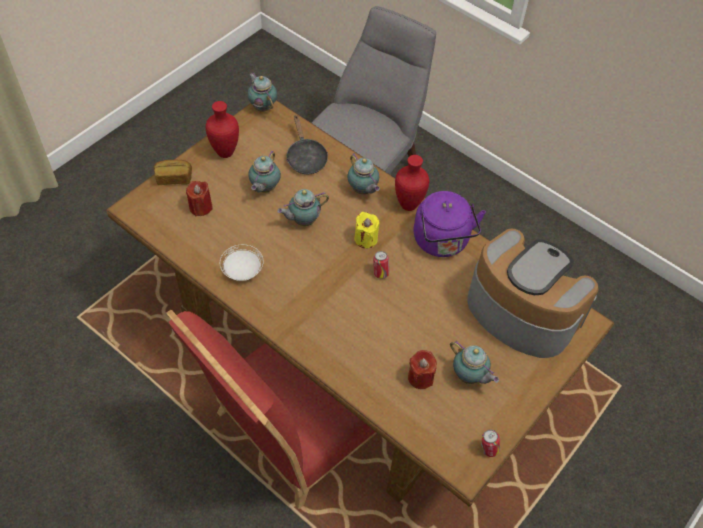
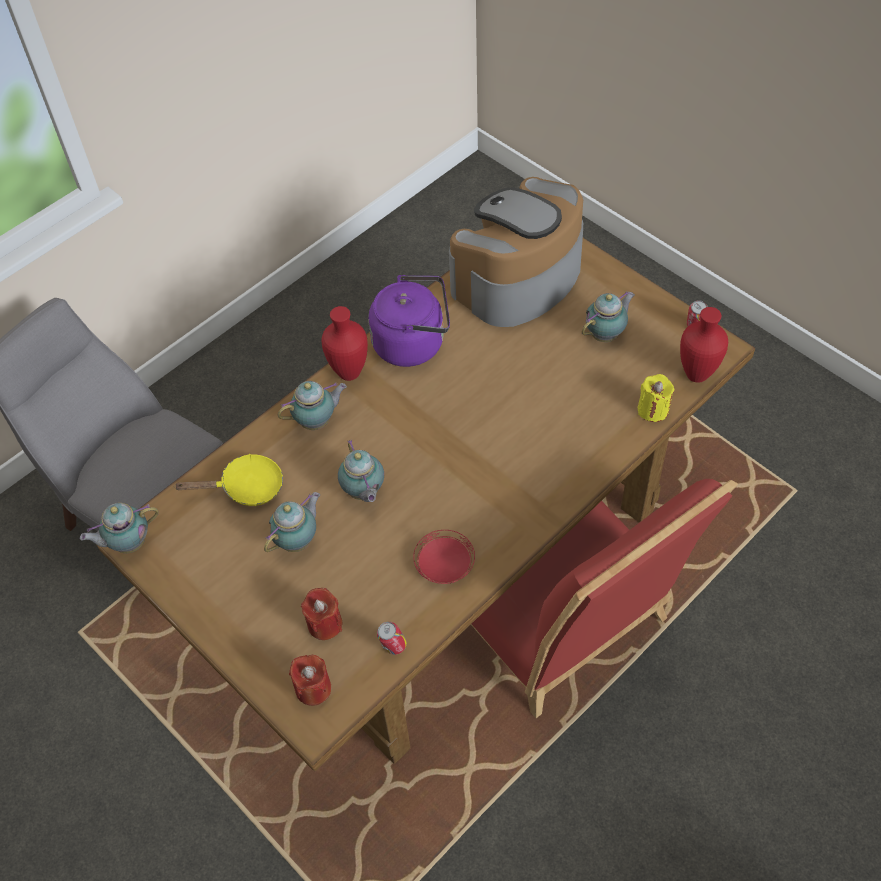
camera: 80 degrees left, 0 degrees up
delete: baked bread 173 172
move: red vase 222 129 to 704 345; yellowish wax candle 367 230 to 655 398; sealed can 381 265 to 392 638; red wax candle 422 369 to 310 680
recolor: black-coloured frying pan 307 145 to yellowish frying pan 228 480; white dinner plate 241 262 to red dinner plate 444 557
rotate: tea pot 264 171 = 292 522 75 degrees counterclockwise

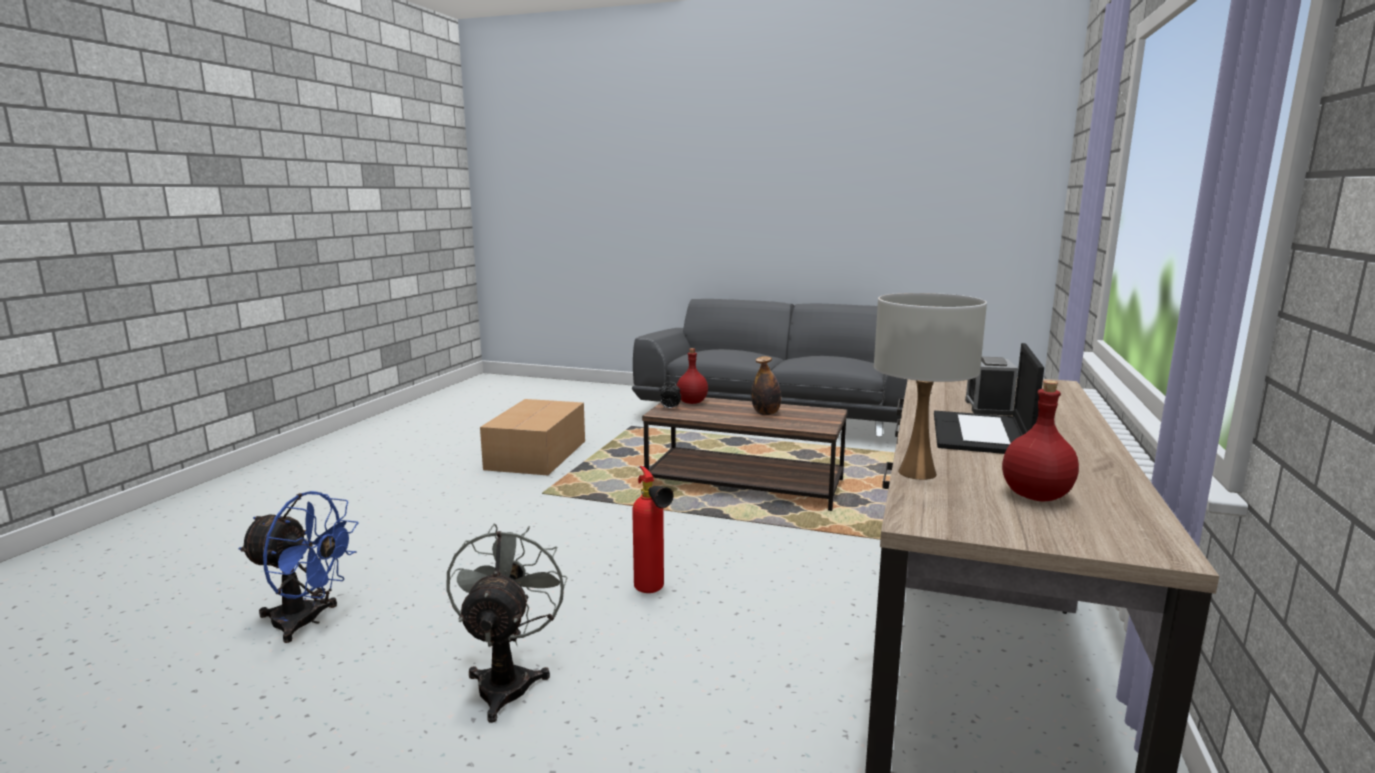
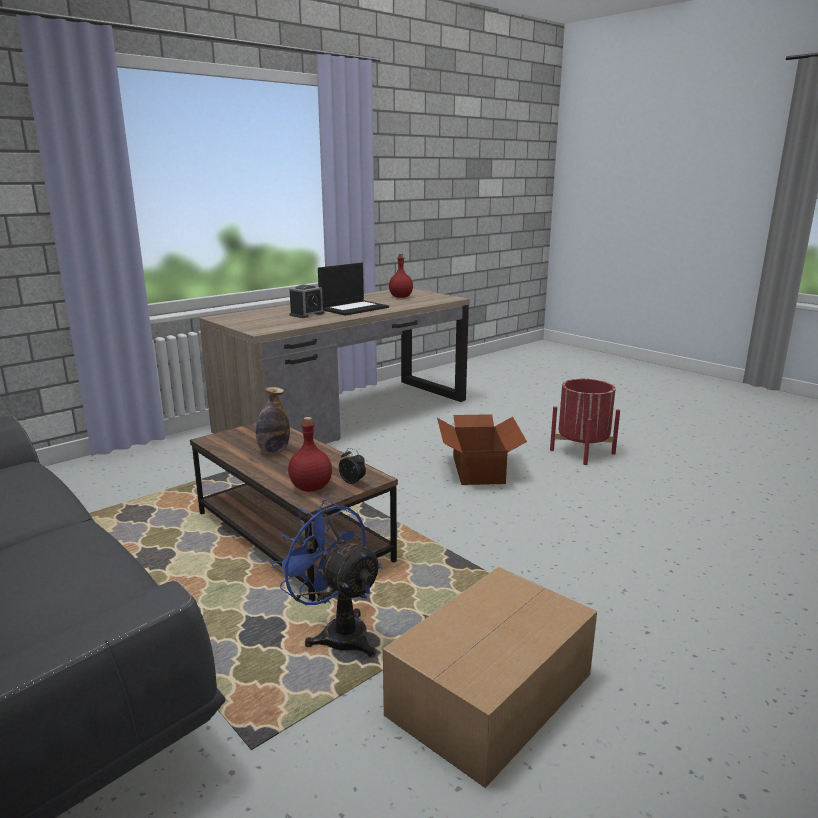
camera: 150 degrees left, 5 degrees up
delete: white tabletop lamp 930 386
move: blue-coloured electric fan 298 567 to 327 578
replace: extinguisher 653 529 to packing box 482 449; gray electric fan 506 623 to red planter 585 422

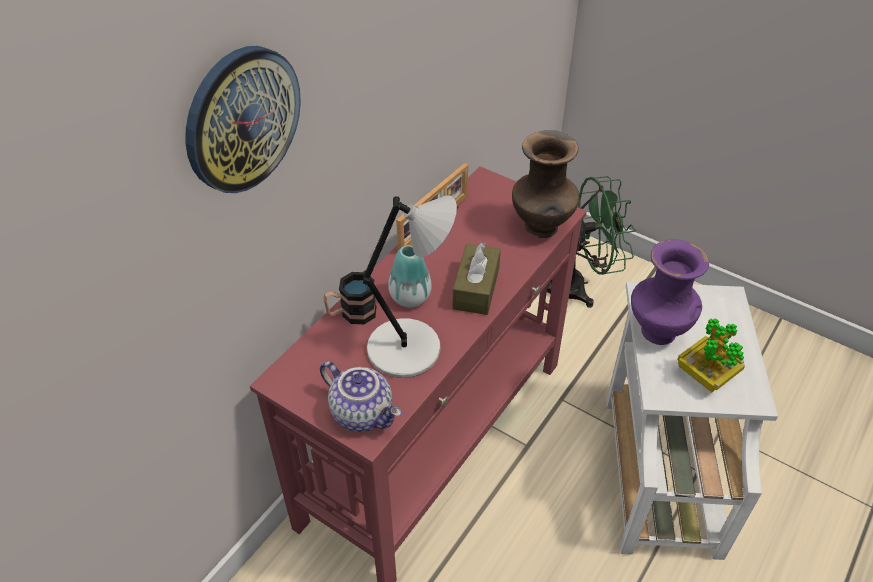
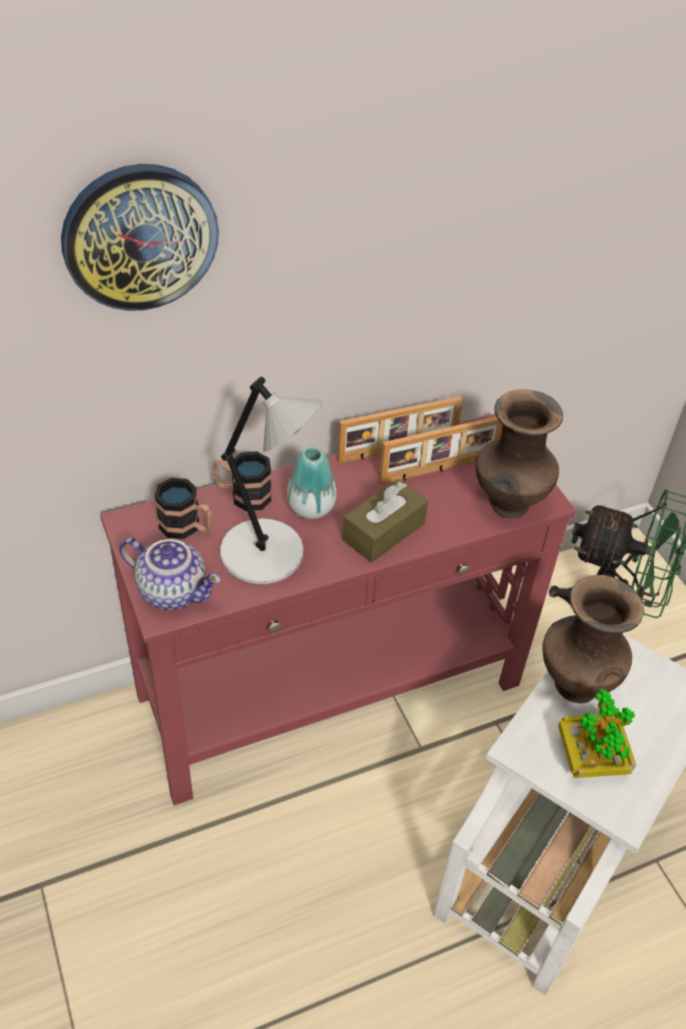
camera: 30 degrees right, 0 degrees up
insert: picture frame 441 450; coffee mug 183 508
recolor: purple-coloured vase 670 292 to brown vase 593 639
rotate: tea pot 360 396 = 170 574 45 degrees counterclockwise

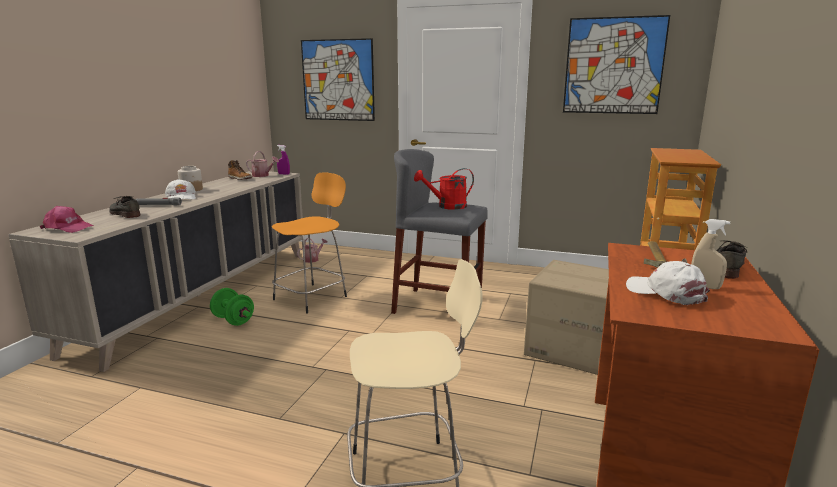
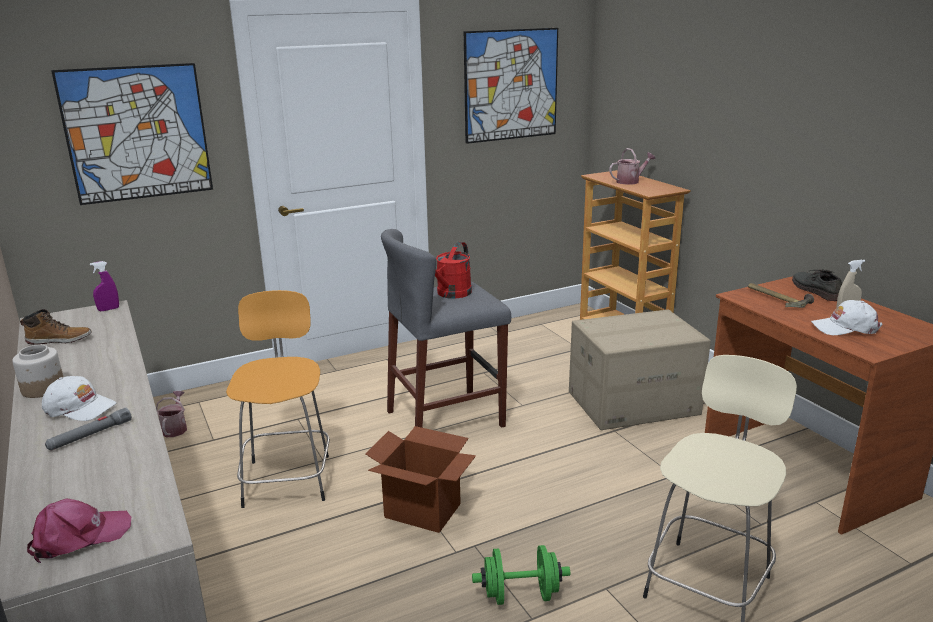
camera: 45 degrees left, 5 degrees up
delete: gray shoe 125 207
insert: packing box 420 479
move: sprinkling can 262 164 to 632 166; greenish dumbbell 232 307 to 521 575

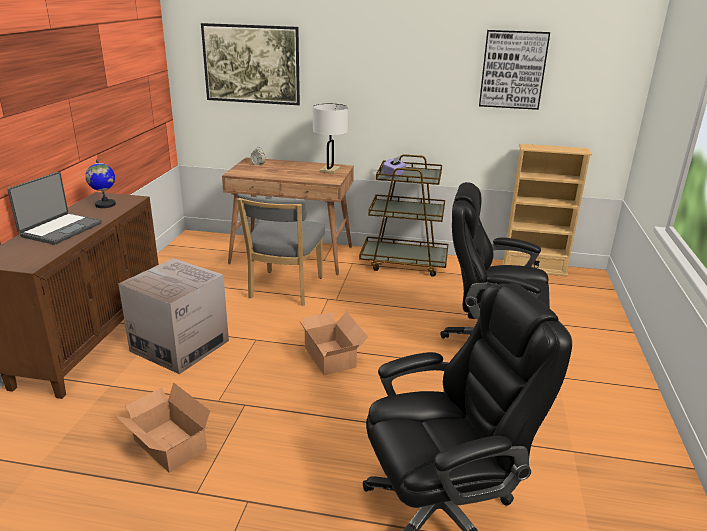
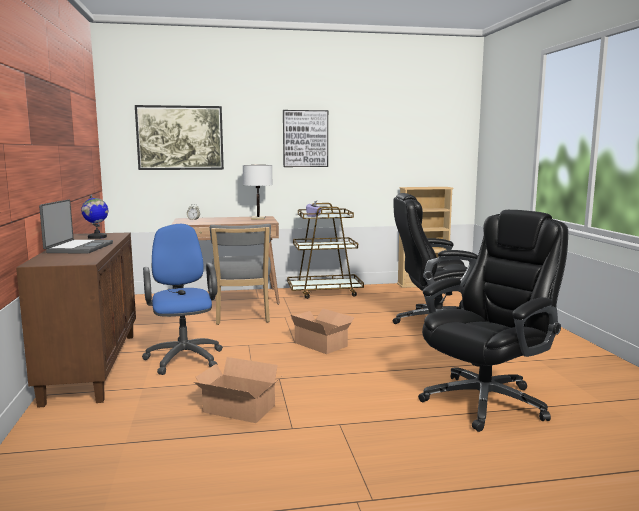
camera: 20 degrees left, 15 degrees down
move: picture 514 70 to 305 138
replace: packing box 173 316 to blue-coloured desk chair 182 299

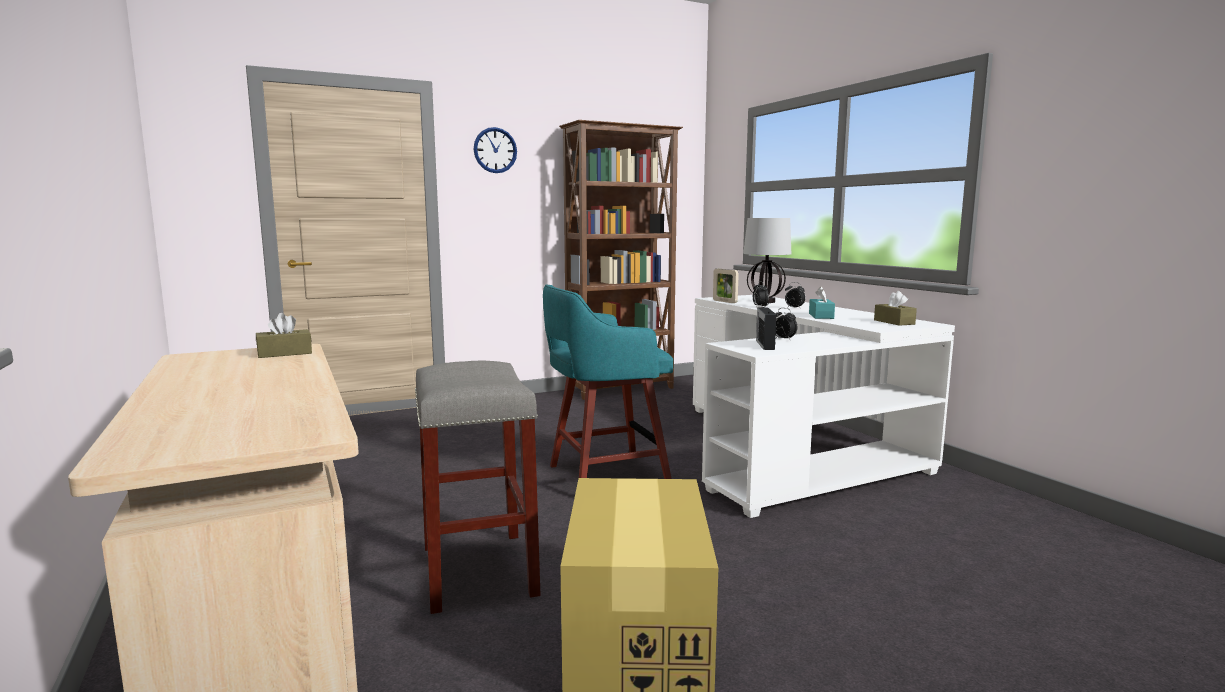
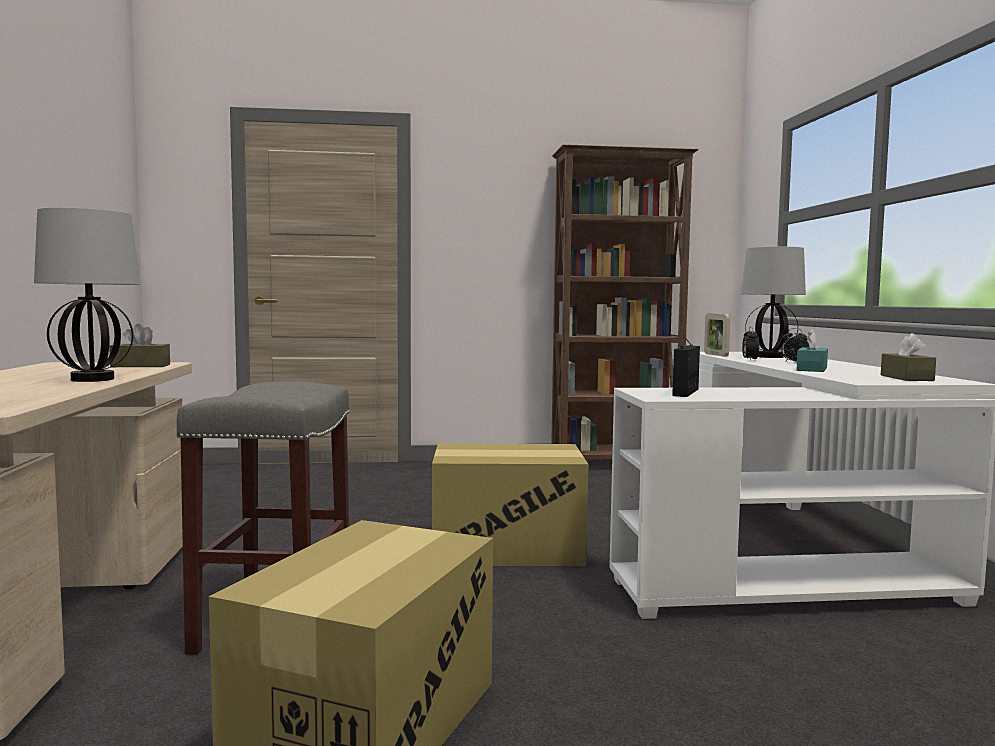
camera: 20 degrees right, 5 degrees down
delete: wall clock 495 150; table clock 786 324
insert: tabletop lamp 87 295
replace: turquoise sitting stool 608 381 to packing box 510 504

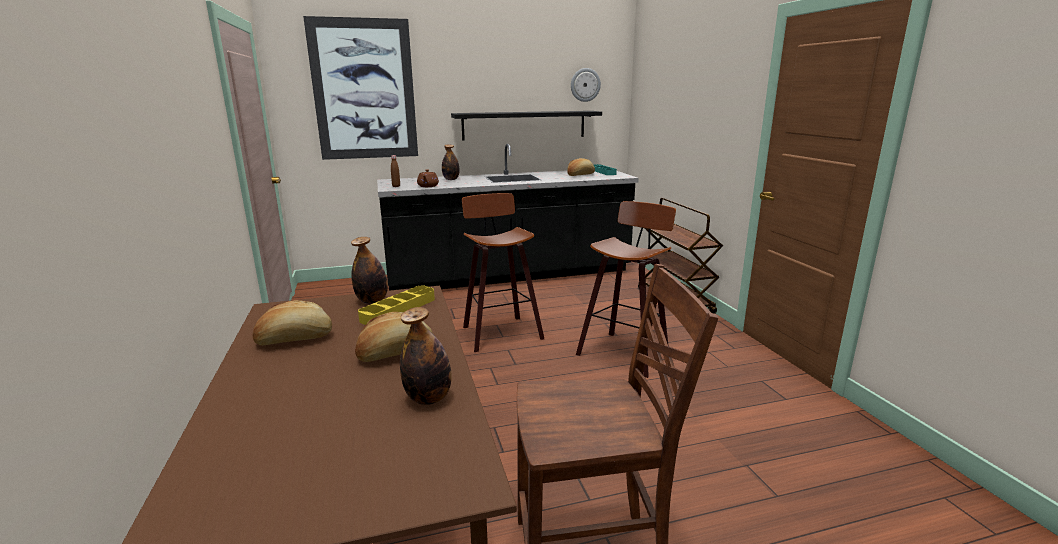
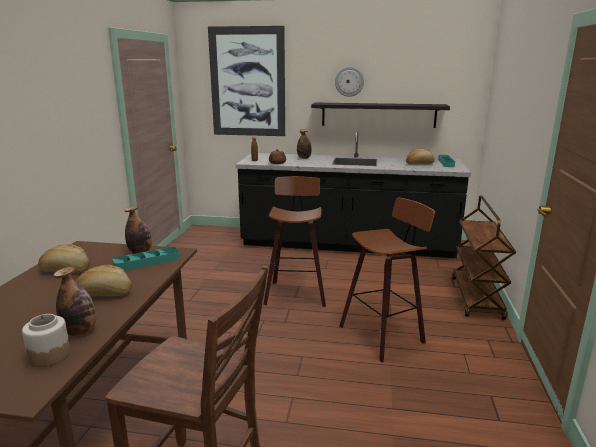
camera: 25 degrees right, 0 degrees up
insert: jar 46 340
move: wall clock 586 85 to 349 81
recolor: yellowish serving tray 396 305 to turquoise serving tray 145 259

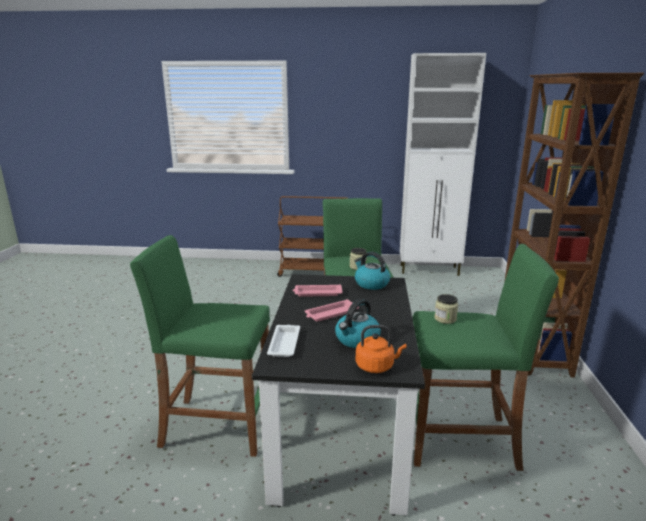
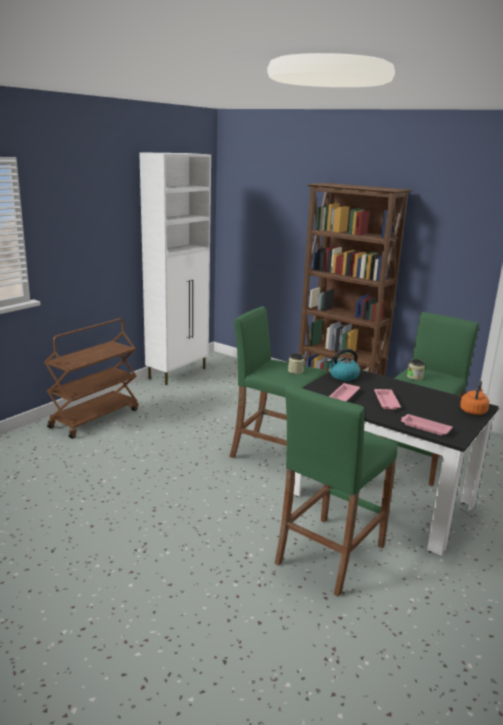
camera: 60 degrees left, 0 degrees up
delete: tea kettle 358 323
recolor: white serving tray 283 341 to pinkish serving tray 427 425

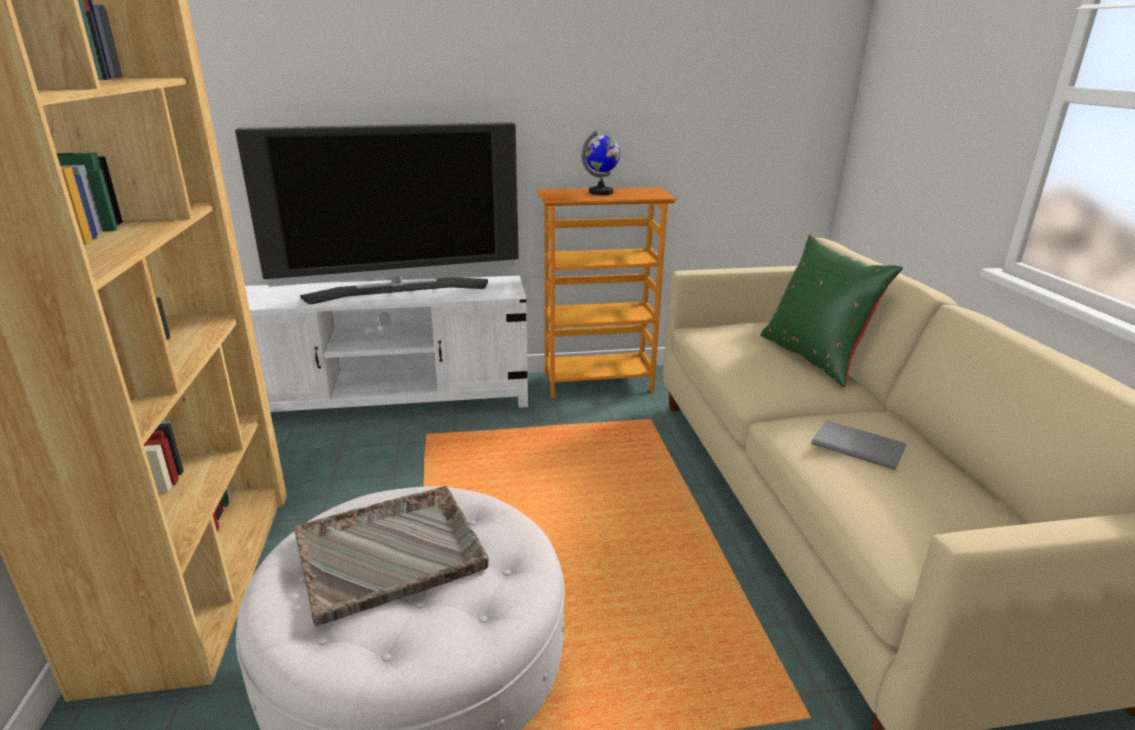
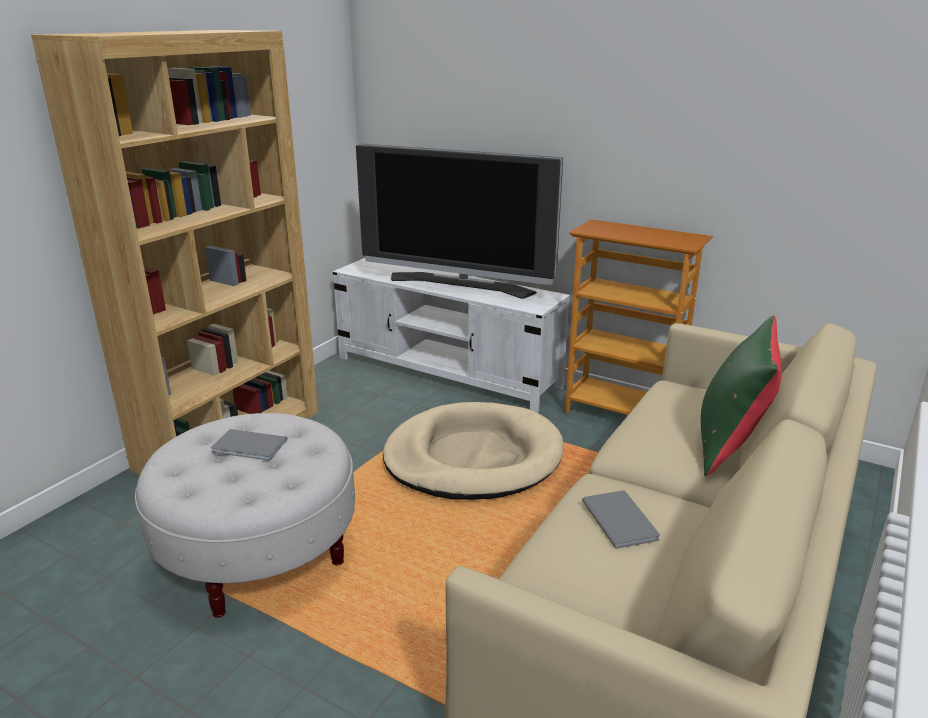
camera: 40 degrees right, 0 degrees up
delete: globe 601 163
insert: sand-coloured dog bed 473 451
replace: gray serving tray 391 556 to gray book 249 444

